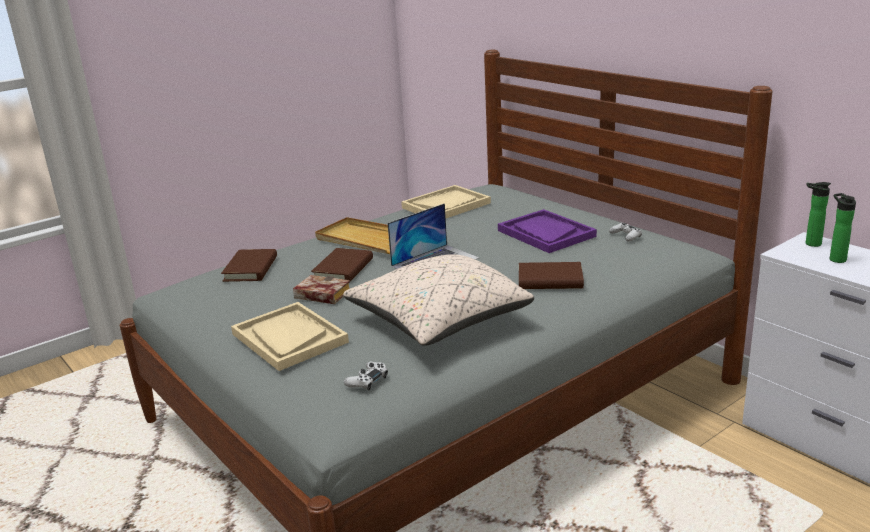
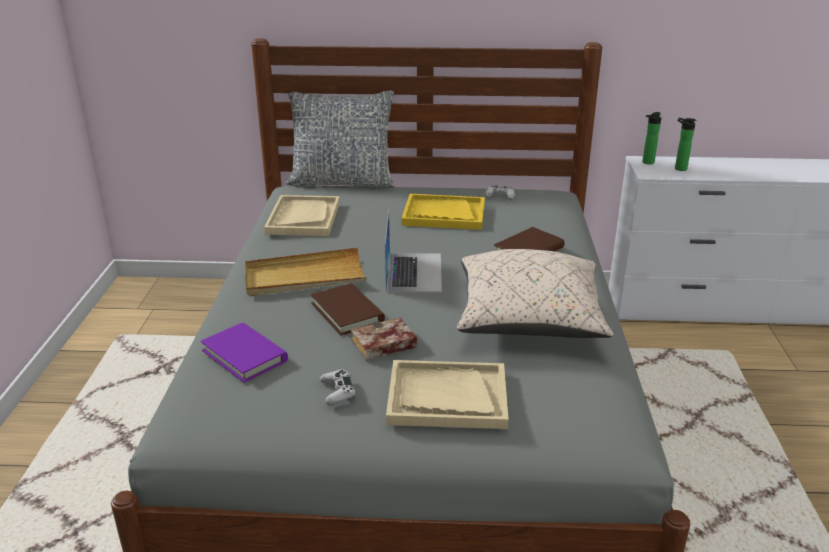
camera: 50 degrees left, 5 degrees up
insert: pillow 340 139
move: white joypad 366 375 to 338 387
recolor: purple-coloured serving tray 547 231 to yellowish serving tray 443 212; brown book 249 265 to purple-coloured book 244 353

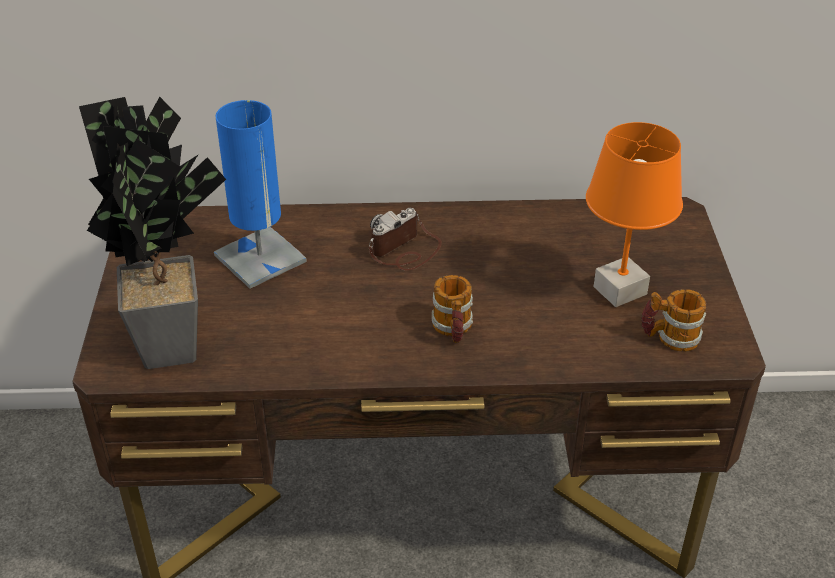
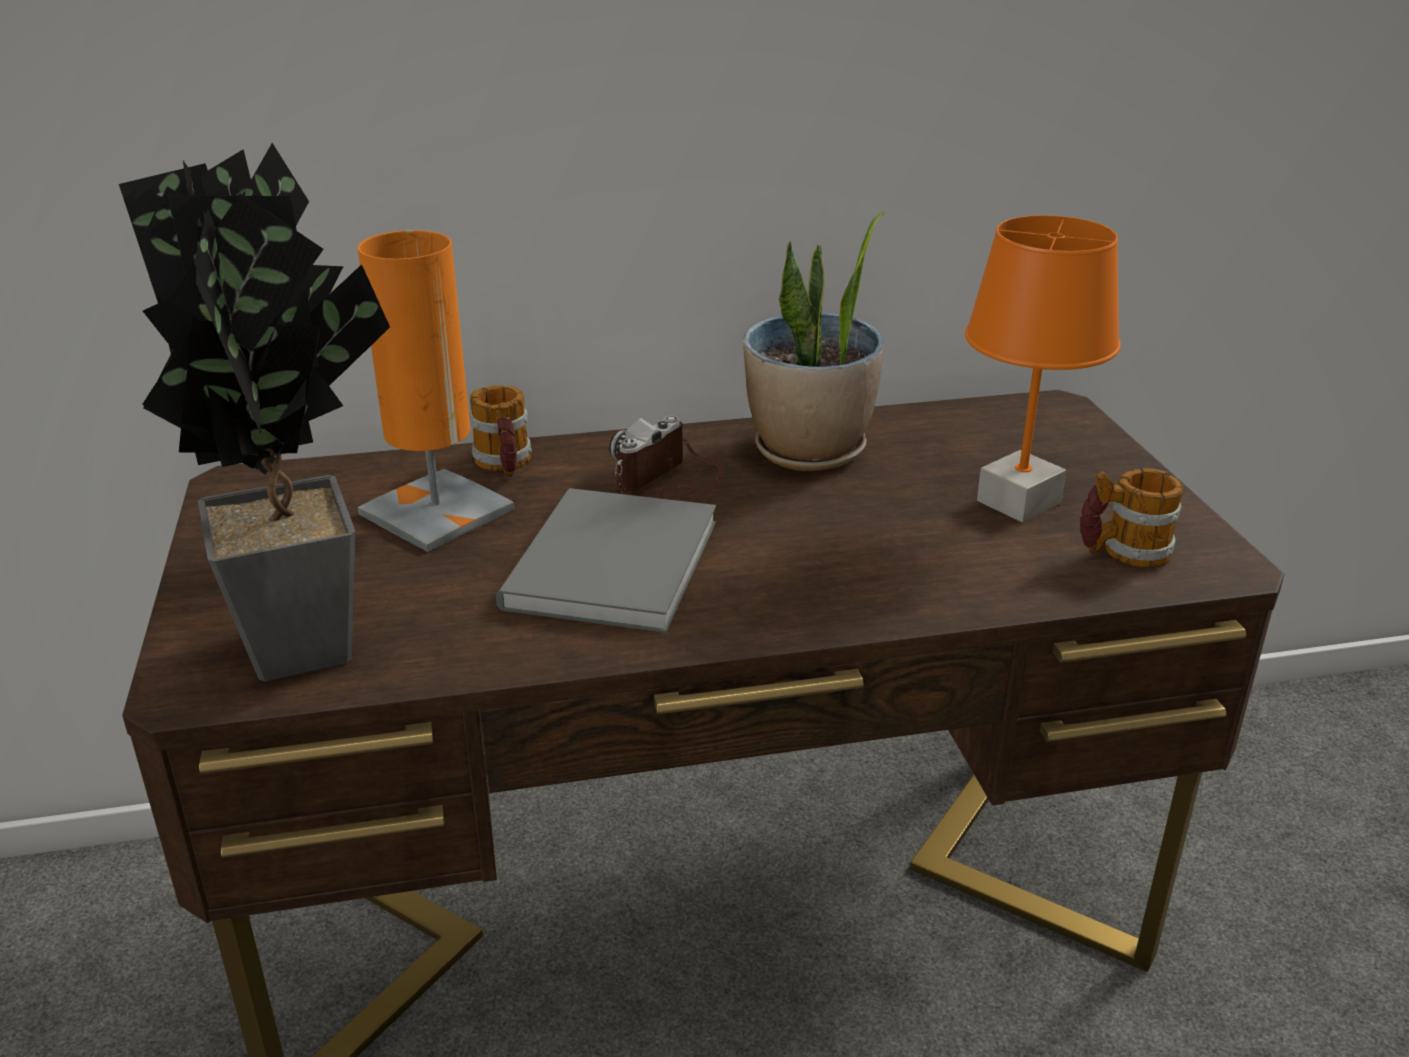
camera: 10 degrees left, 10 degrees down
insert: potted plant 815 340; gray book 606 560
move: coffee mug 452 309 to 501 430
recolor: blue-coloured tabletop lamp 260 194 to orange tabletop lamp 436 391

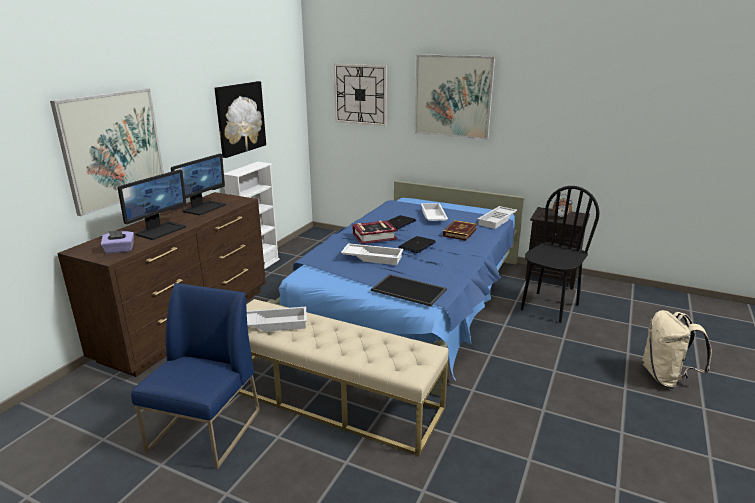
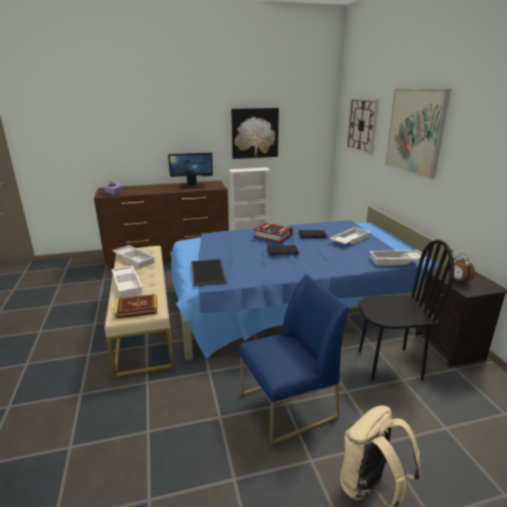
camera: 50 degrees right, 0 degrees up
delete: picture 107 152; computer display 151 204
move: book 460 230 to 135 306; white serving tray 372 254 to 127 282; blue-coloured chair 195 376 to 294 360

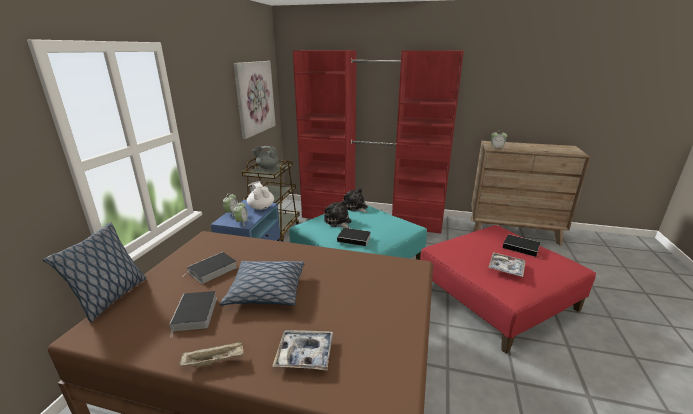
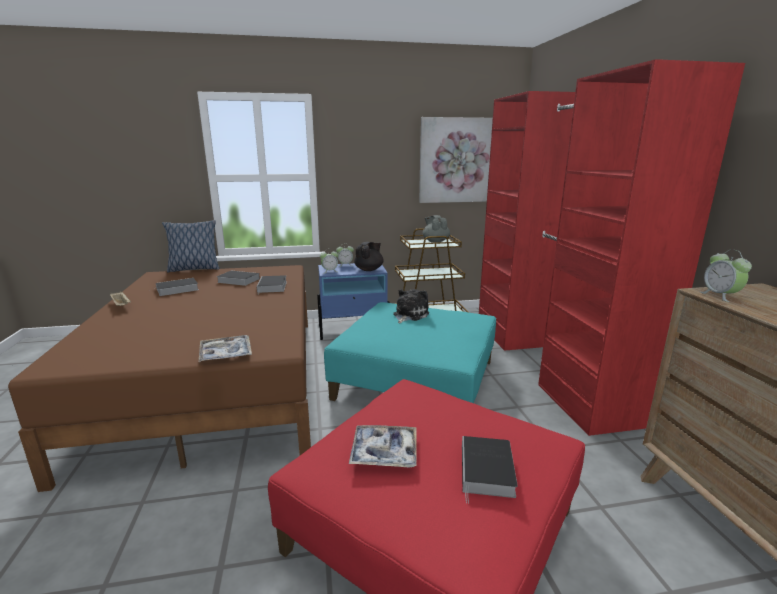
camera: 65 degrees right, 5 degrees down
delete: soft toy 355 200; pillow 262 283
move: book 354 237 to 272 284; serving tray 302 350 to 225 348
recolor: white tea pot 260 195 to black-coloured tea pot 369 256

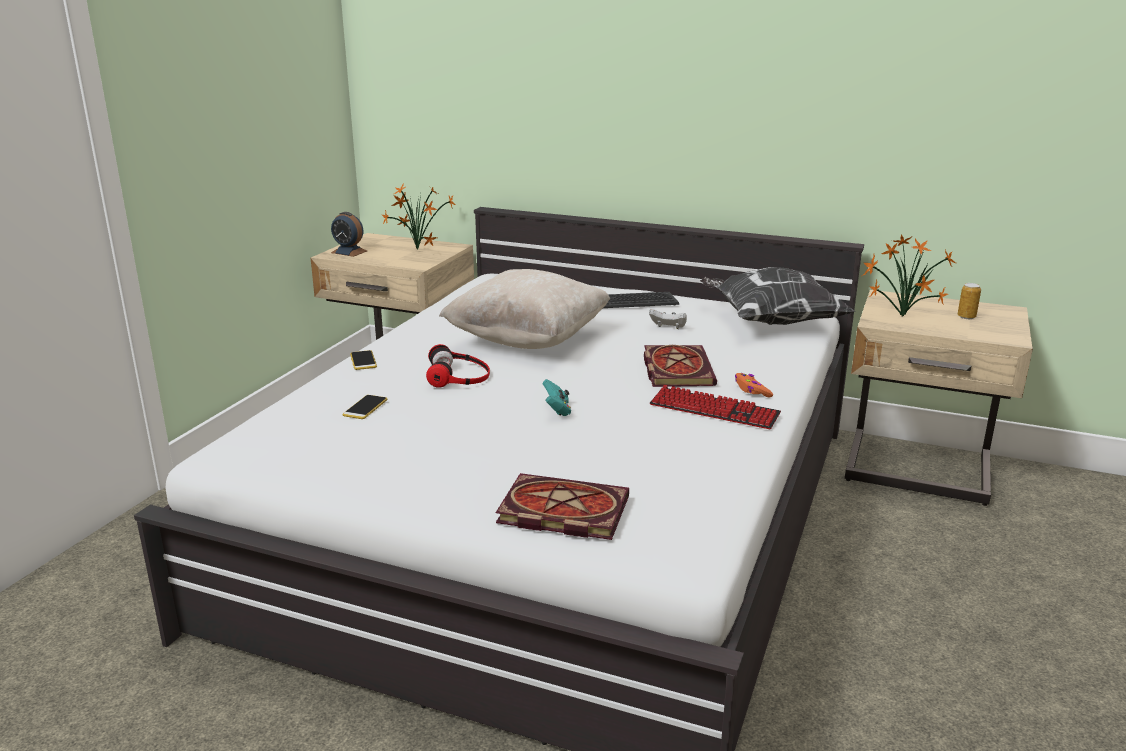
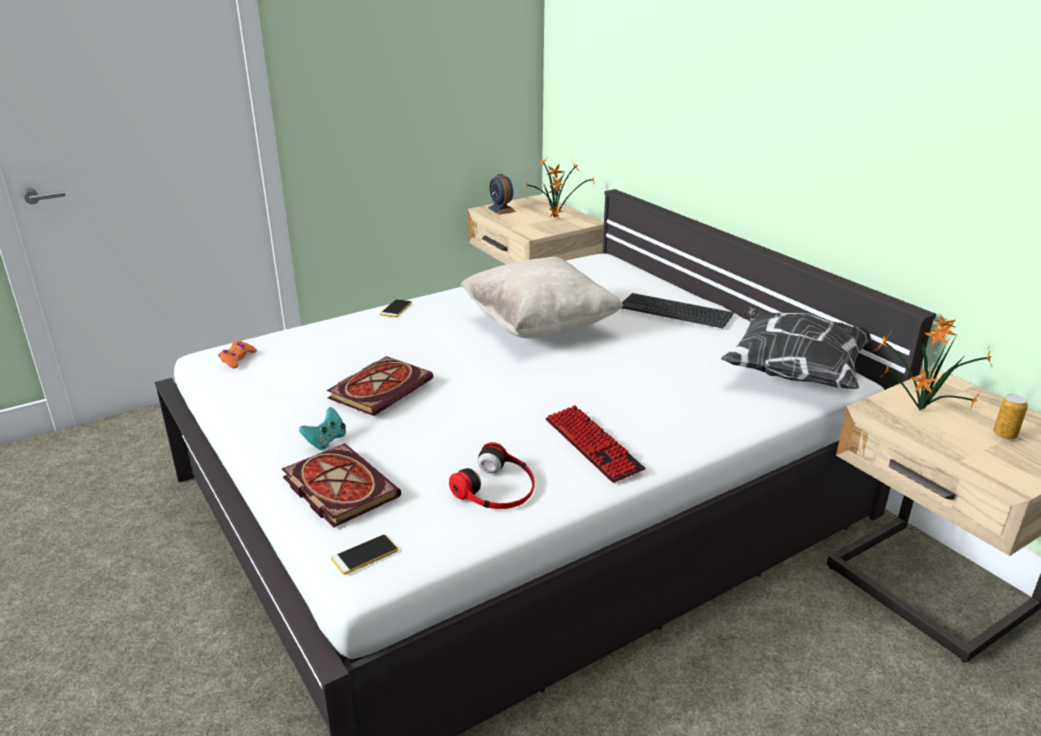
camera: 35 degrees right, 5 degrees up
delete: white joypad 668 319
move: headphones 458 366 to 492 475; book 680 366 to 380 386; orange joypad 754 385 to 238 355; turquoise joypad 557 397 to 322 428; phone 365 407 to 364 554

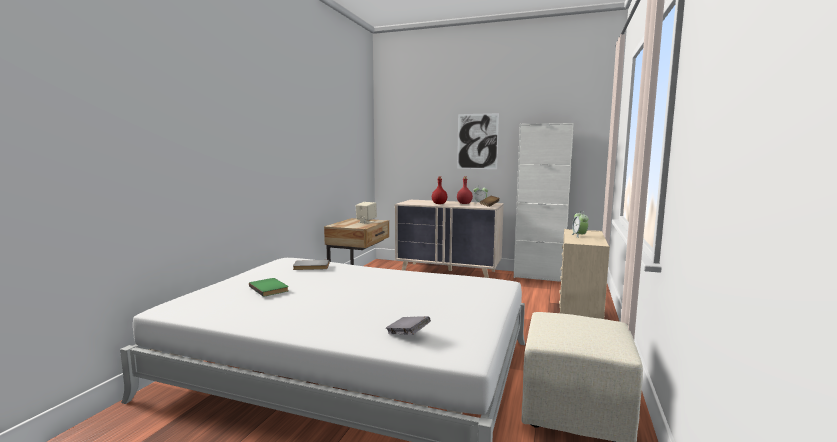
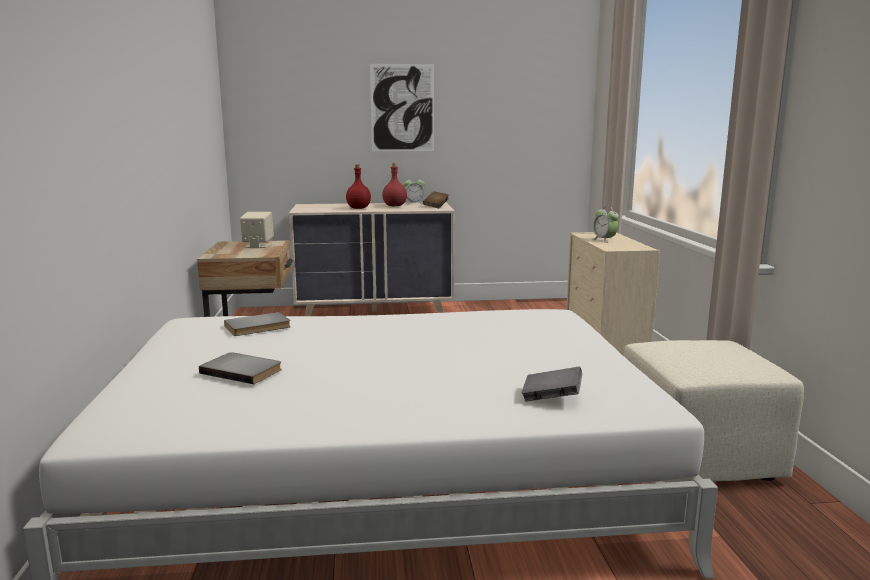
camera: 25 degrees left, 5 degrees up
delete: white storage cabinet 544 202
recolor: greenish book 269 287 to gray book 240 368

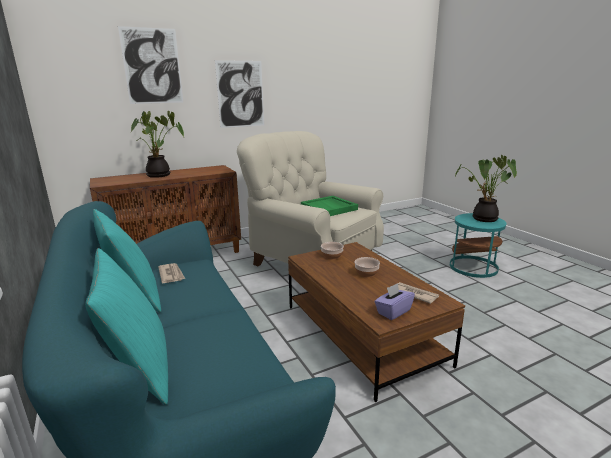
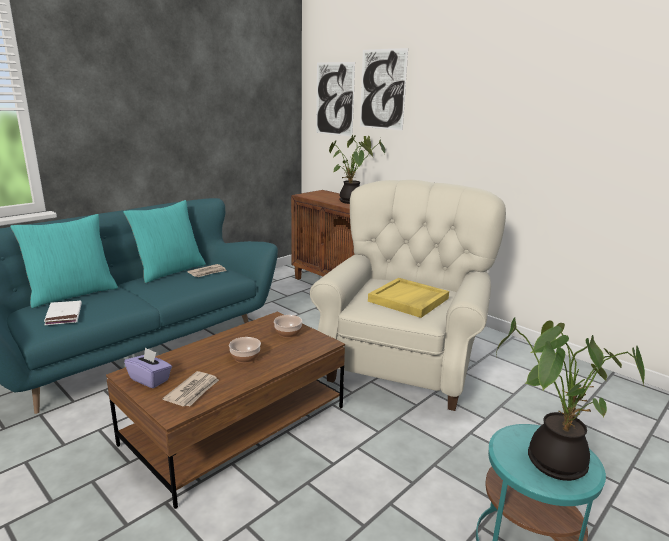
camera: 70 degrees right, 0 degrees up
insert: white book 63 313
move: picture 239 94 to 335 99
recolor: greenish serving tray 329 206 to yellowish serving tray 408 298

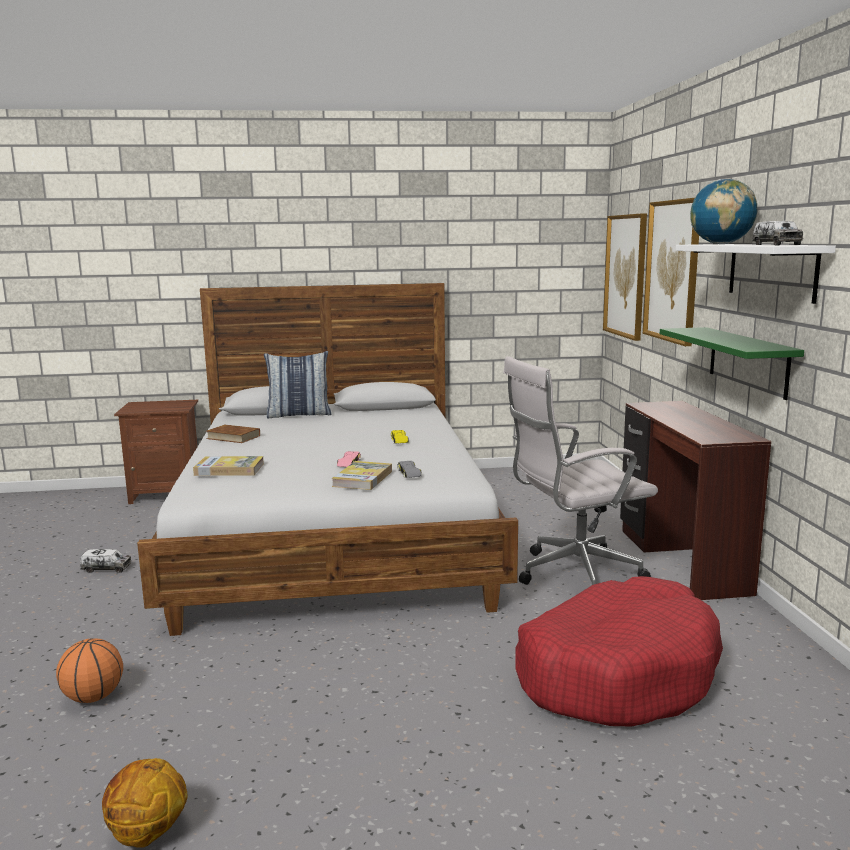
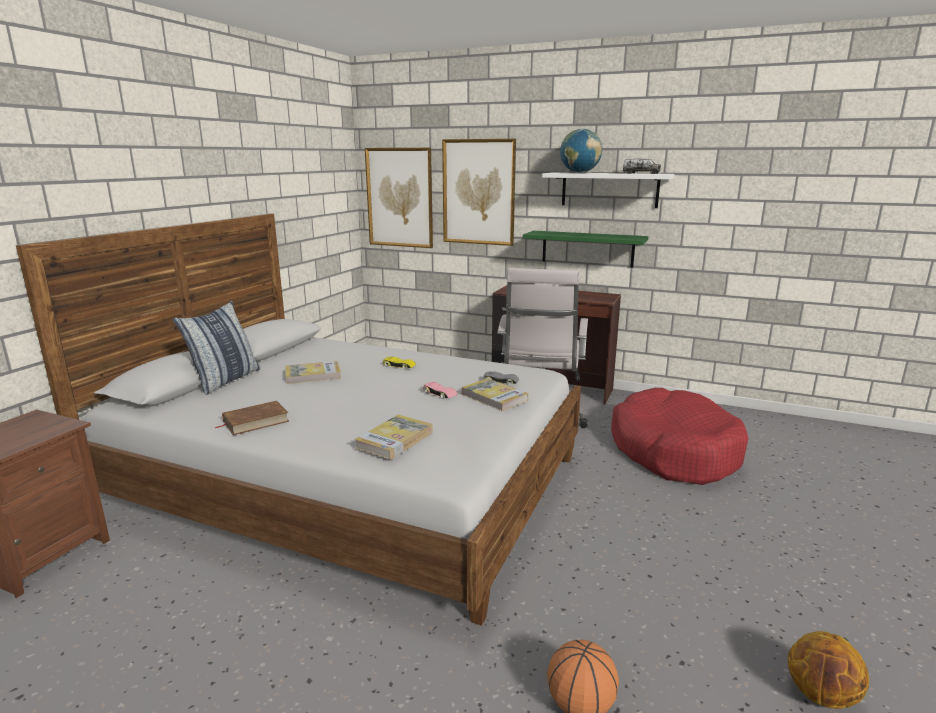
camera: 60 degrees left, 5 degrees up
delete: toy lorry 105 561
insert: book 313 372

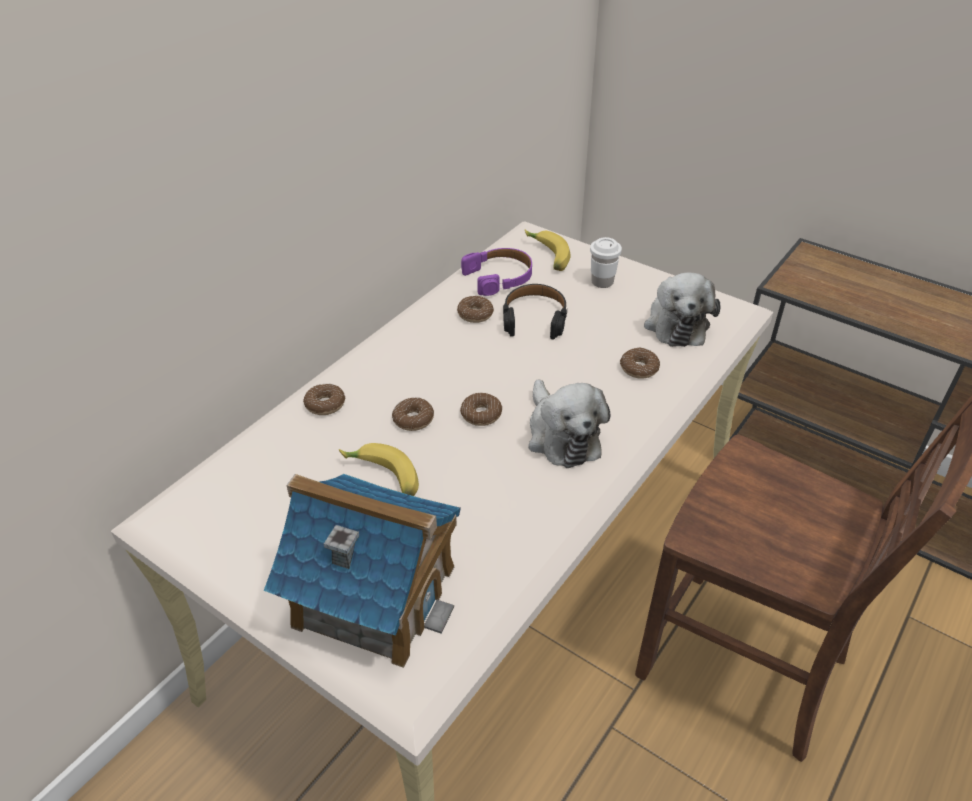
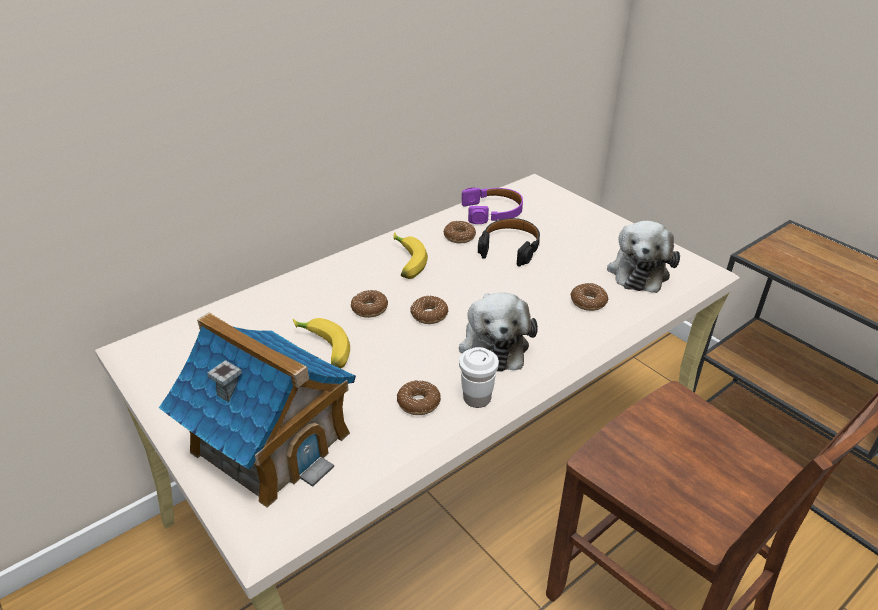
camera: 15 degrees right, 5 degrees down
move: banana fruit 548 250 to 410 256; white drinking cup 606 262 to 479 377; doughnut 324 399 to 419 397

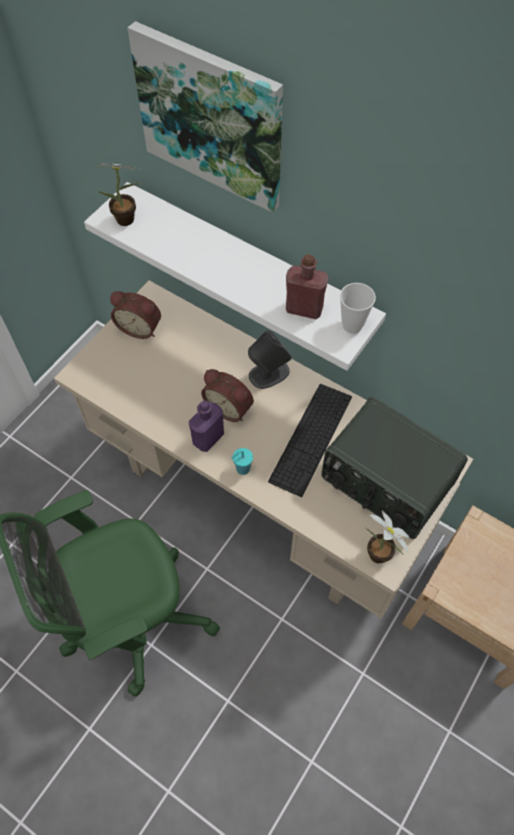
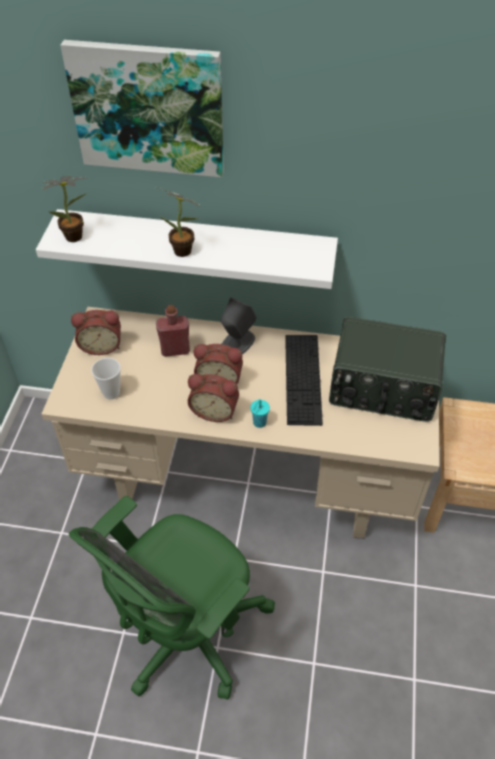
camera: 25 degrees left, 10 degrees down
move: red drink bottle 307 286 to 173 331; drinking cup 358 308 to 106 378; potted plant 387 537 to 178 222
replace: purple-coloured drink bottle 206 426 to table clock 213 398

